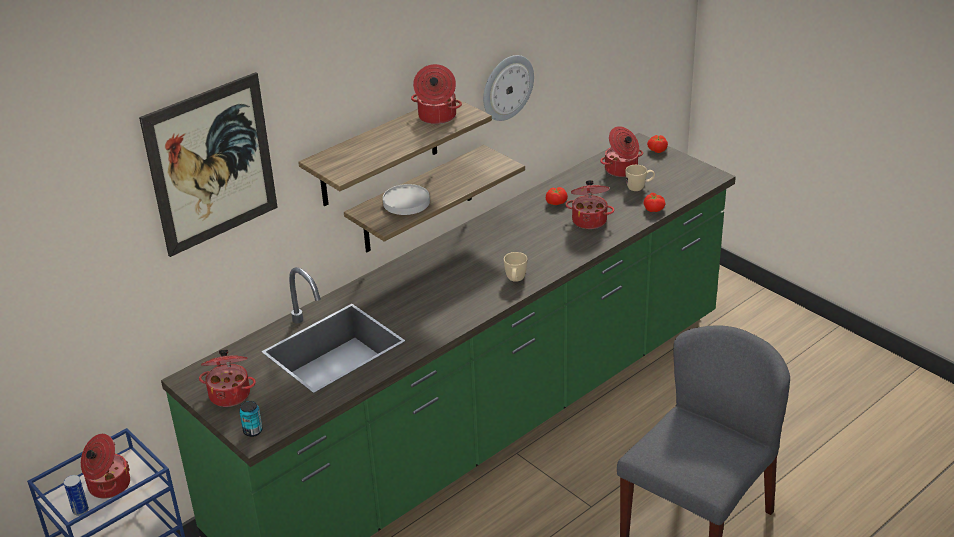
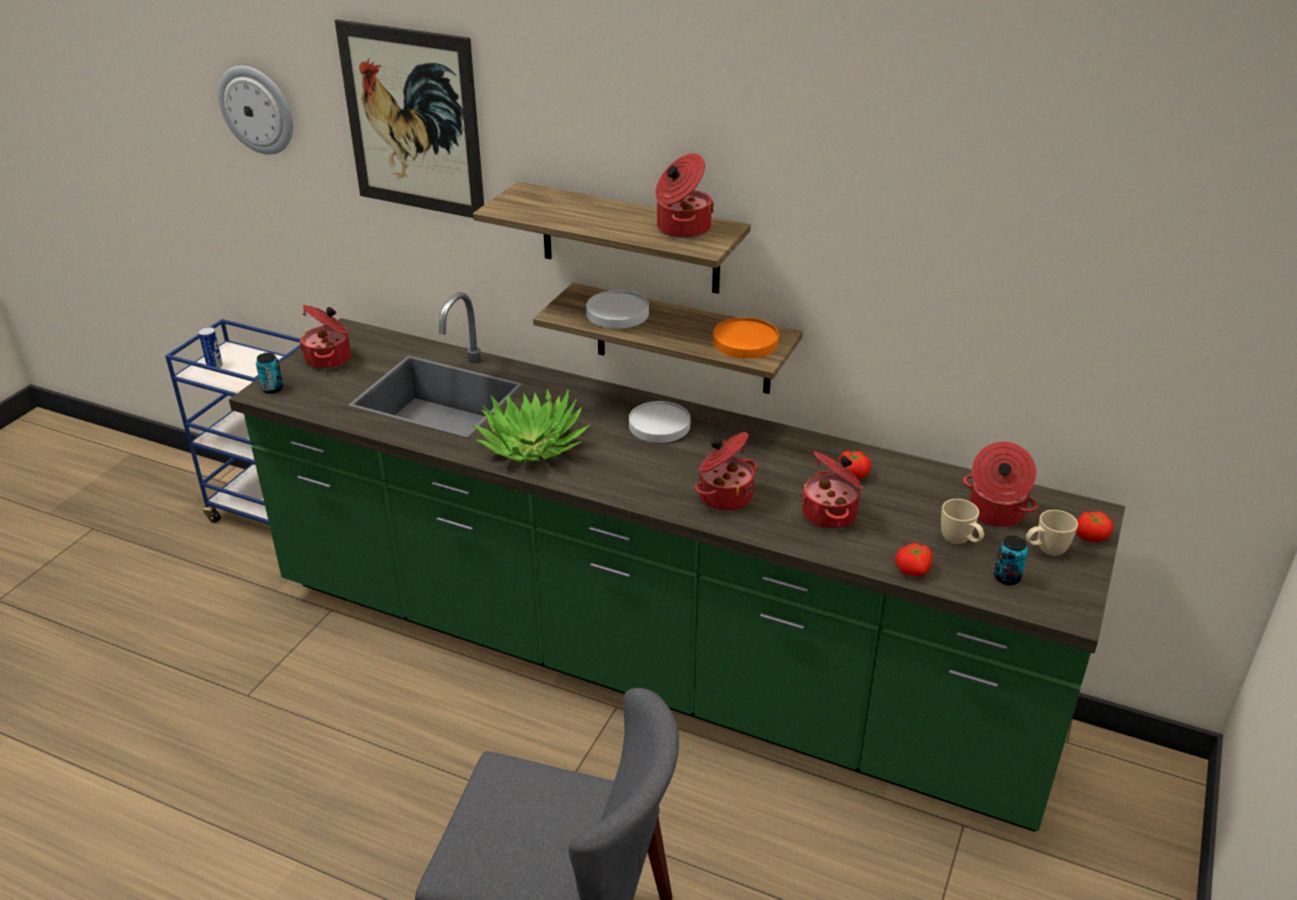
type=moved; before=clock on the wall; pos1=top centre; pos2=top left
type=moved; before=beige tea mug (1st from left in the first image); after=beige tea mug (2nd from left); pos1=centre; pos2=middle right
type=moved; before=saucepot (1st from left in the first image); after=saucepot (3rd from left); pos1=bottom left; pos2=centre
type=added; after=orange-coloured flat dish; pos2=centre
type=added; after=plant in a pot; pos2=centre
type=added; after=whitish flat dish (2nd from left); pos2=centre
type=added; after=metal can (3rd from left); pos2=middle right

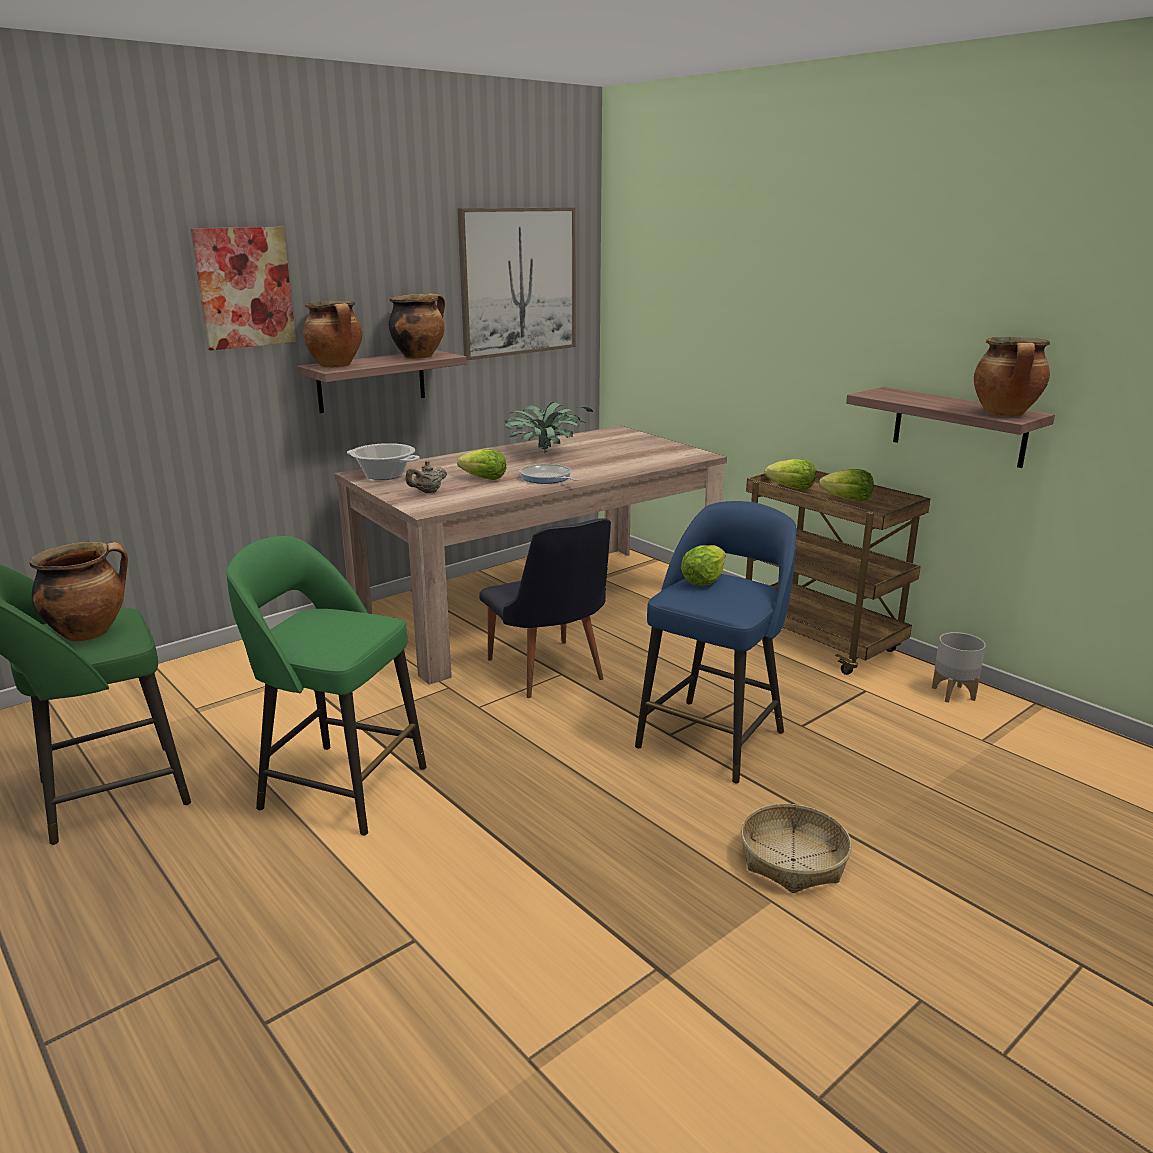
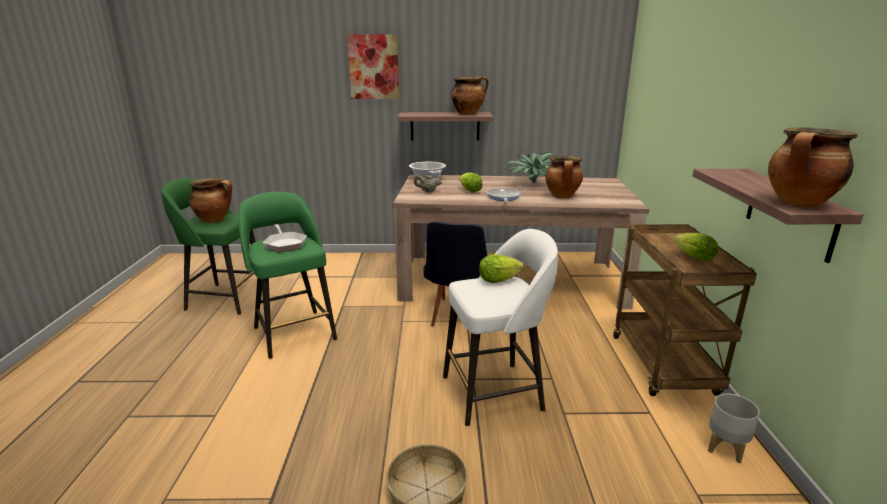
type=removed; before=picture (2nd from left); pos1=top centre
type=moved; before=saucepot (2nd from left in the first image); after=saucepot (4th from left); pos1=top left; pos2=centre
type=removed; before=lettuce head (3rd from left); pos1=middle right
type=recoloured; before=bluish stool seat; after=whitish stool seat; pos1=centre; pos2=centre
type=added; after=frying pan (1st from left); pos2=middle left

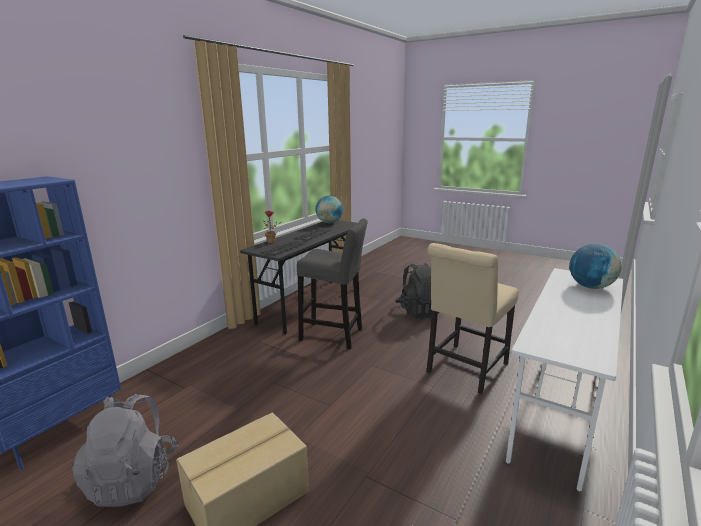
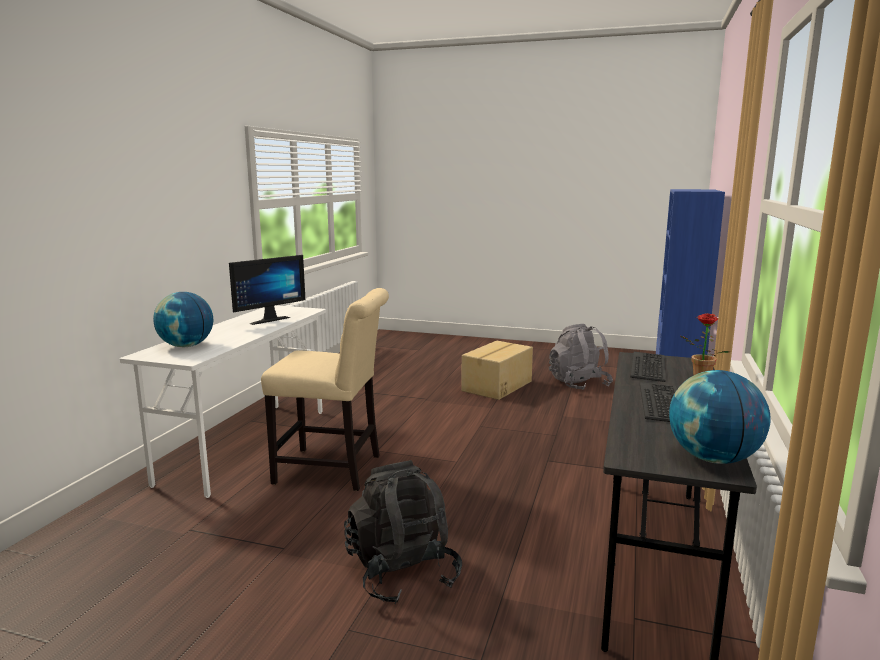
type=removed; before=greyish stool seat; pos1=centre
type=turned; before=beige plain chair; pos1=middle right; pos2=centre; turn=75
type=added; after=computer screen; pos2=middle left

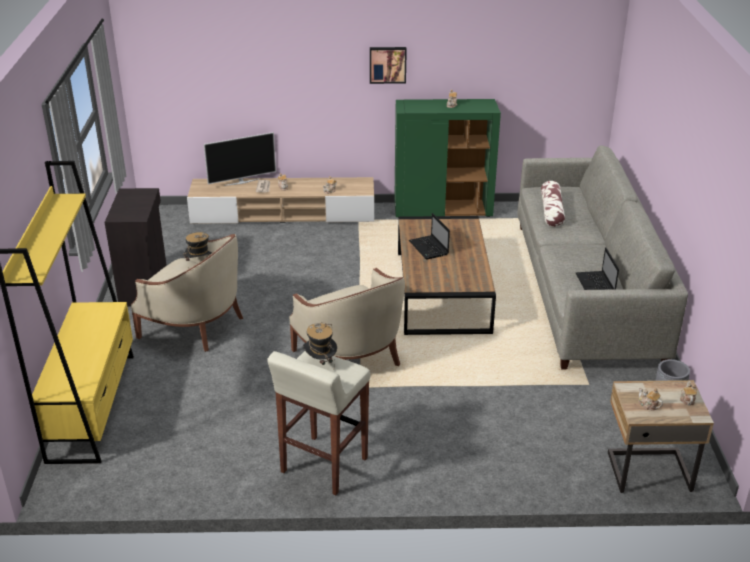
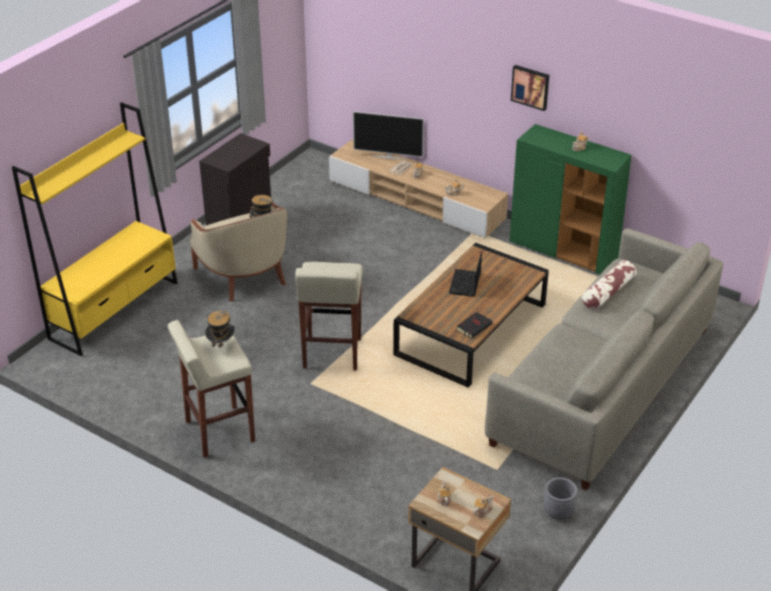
type=removed; before=notebook computer (2nd from left); pos1=middle right
type=replaced; before=beige armchair (2nd from left); after=beige stool seat (2nd from left); pos1=centre; pos2=centre
type=added; after=black book; pos2=centre

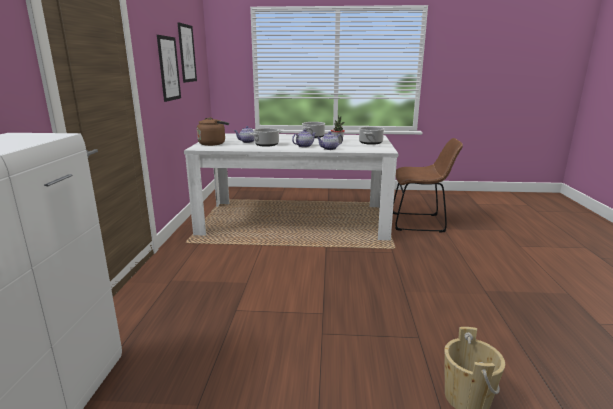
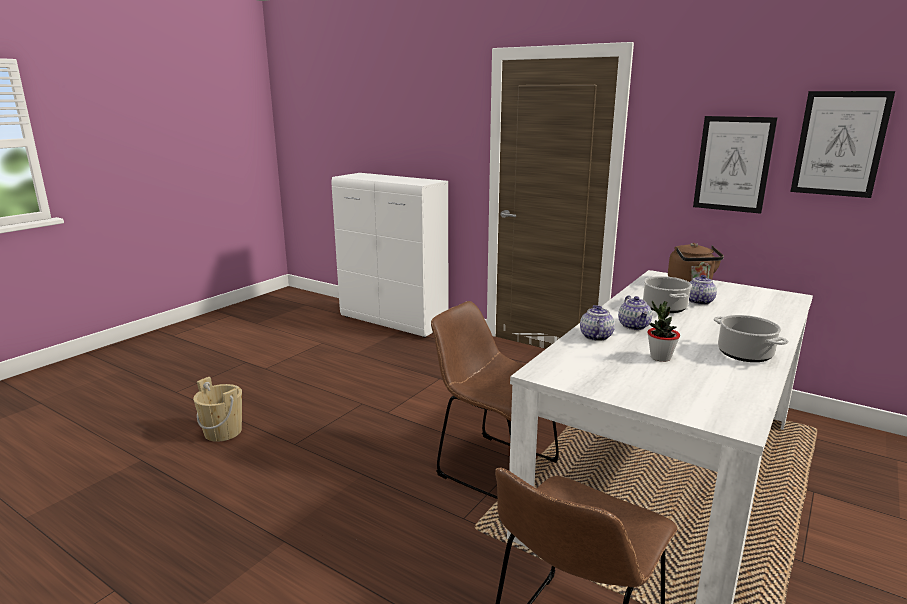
type=removed; before=saucepot (3rd from left); pos1=top centre
type=added; after=brown plain chair (1st from left); pos2=centre

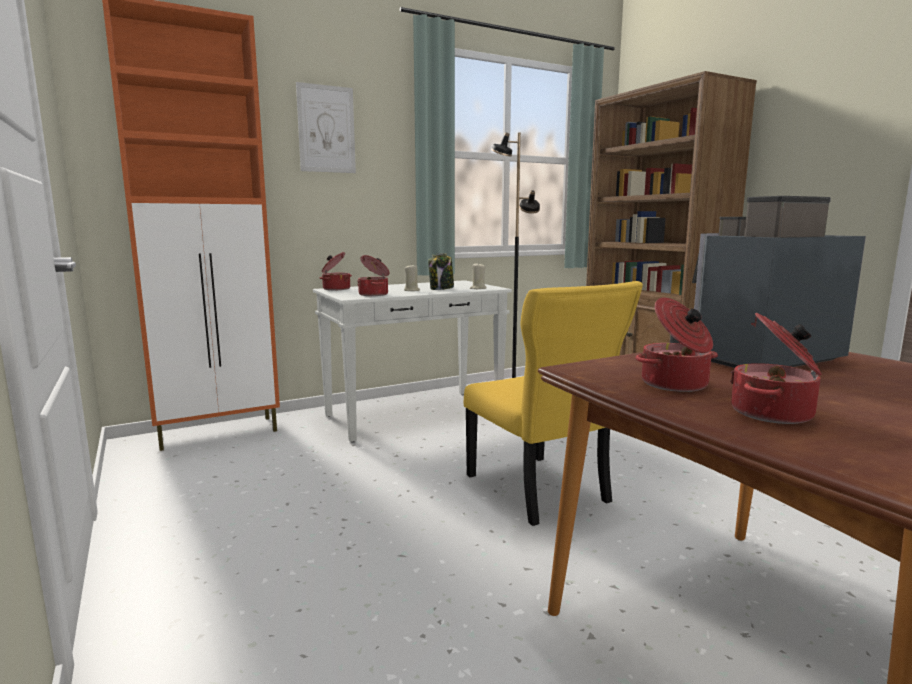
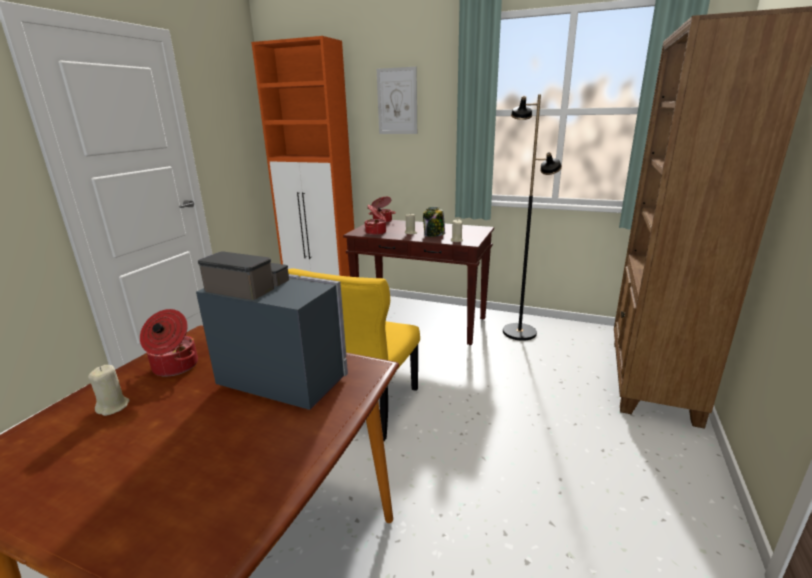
type=recoloured; before=whitish console table; after=brown console table; pos1=centre; pos2=centre
type=replaced; before=saucepot (4th from left); after=beige wax light (1st from left); pos1=middle right; pos2=bottom left

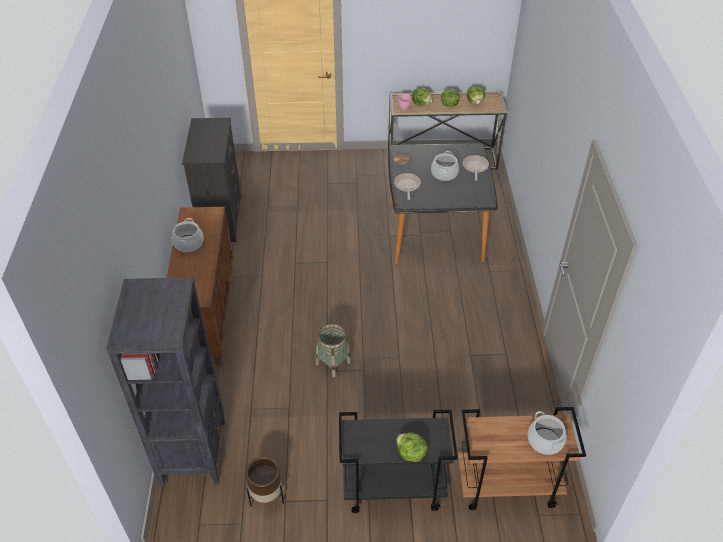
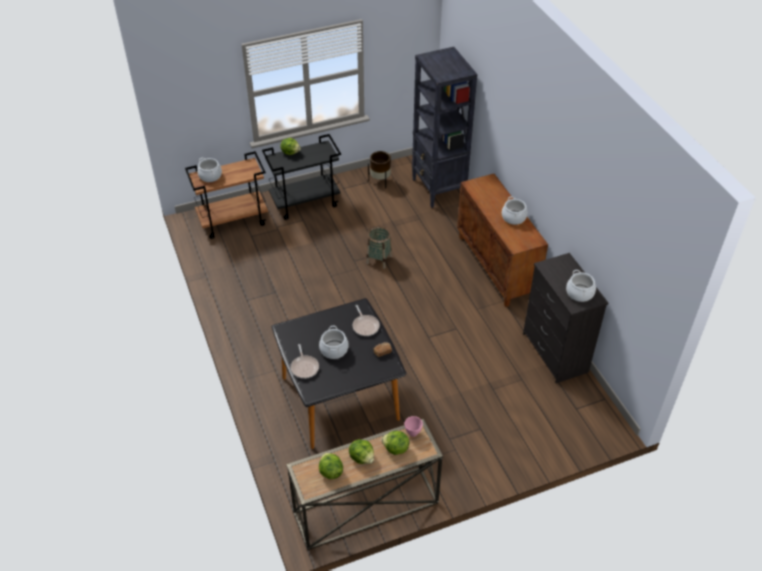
type=added; after=saucepot (4th from left); pos2=middle right

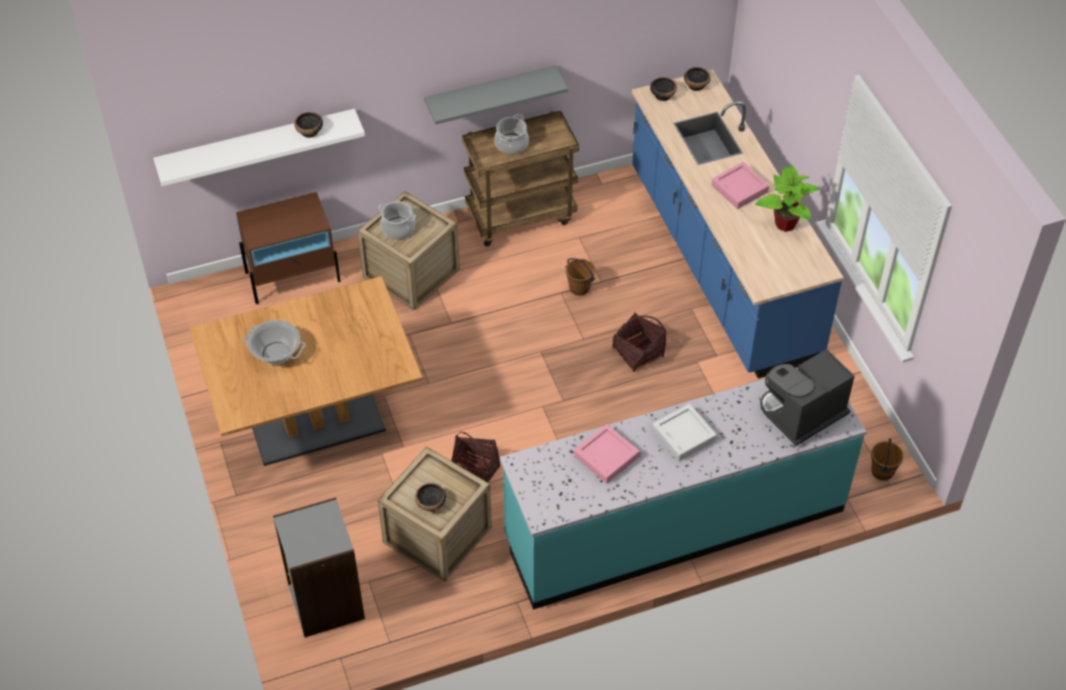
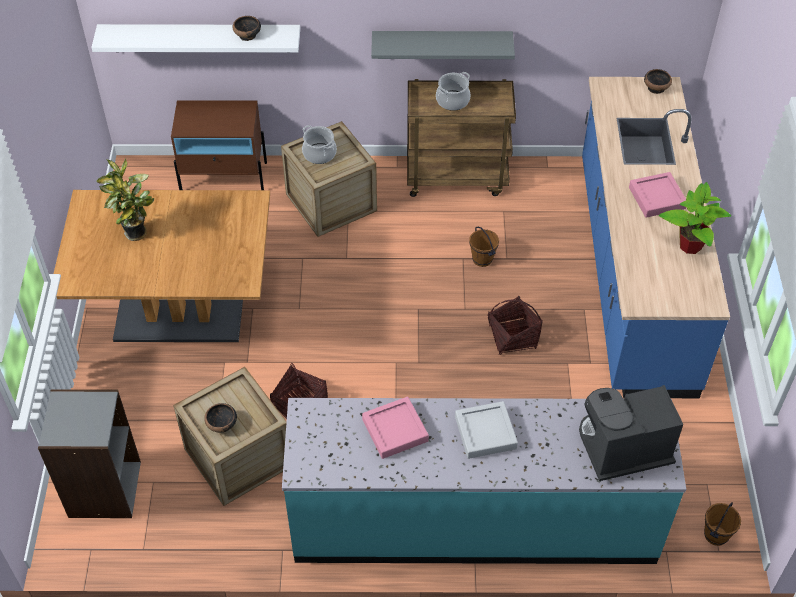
type=removed; before=bowl (3rd from left); pos1=top centre
type=replaced; before=saucepot (1st from left); after=plant in a pot (1st from left); pos1=middle left; pos2=middle left

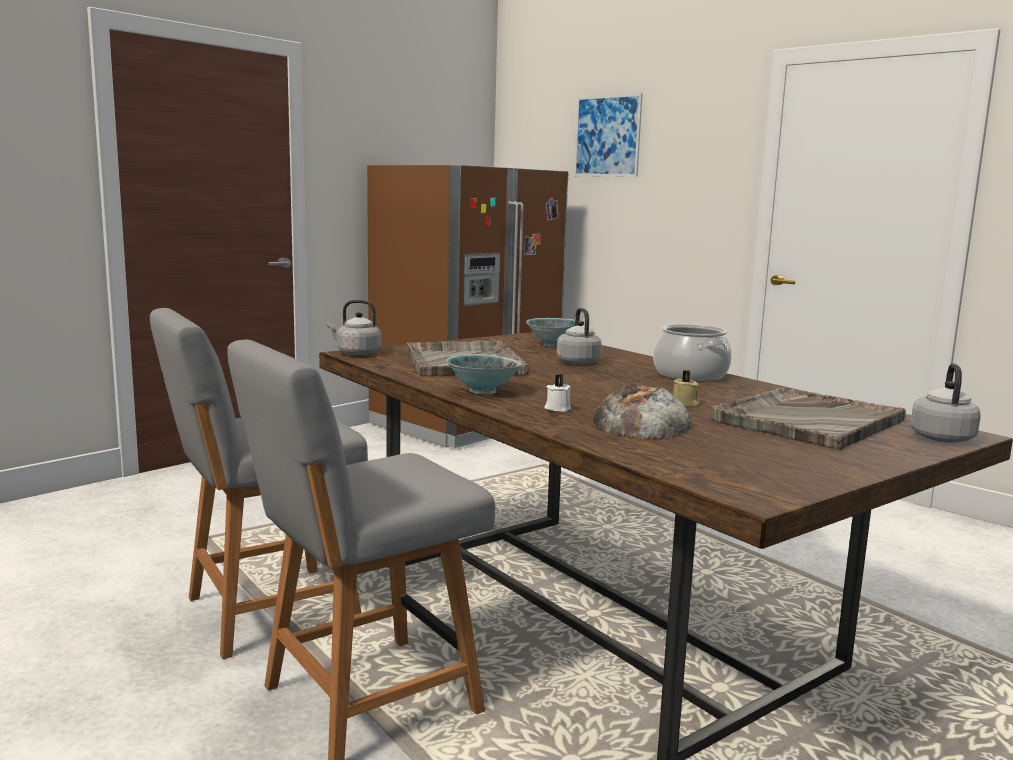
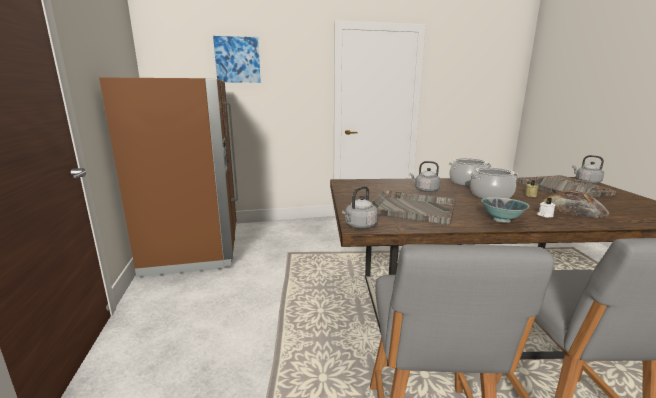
type=removed; before=bowl (2nd from left); pos1=centre
type=added; after=saucepot (2nd from left); pos2=middle right

